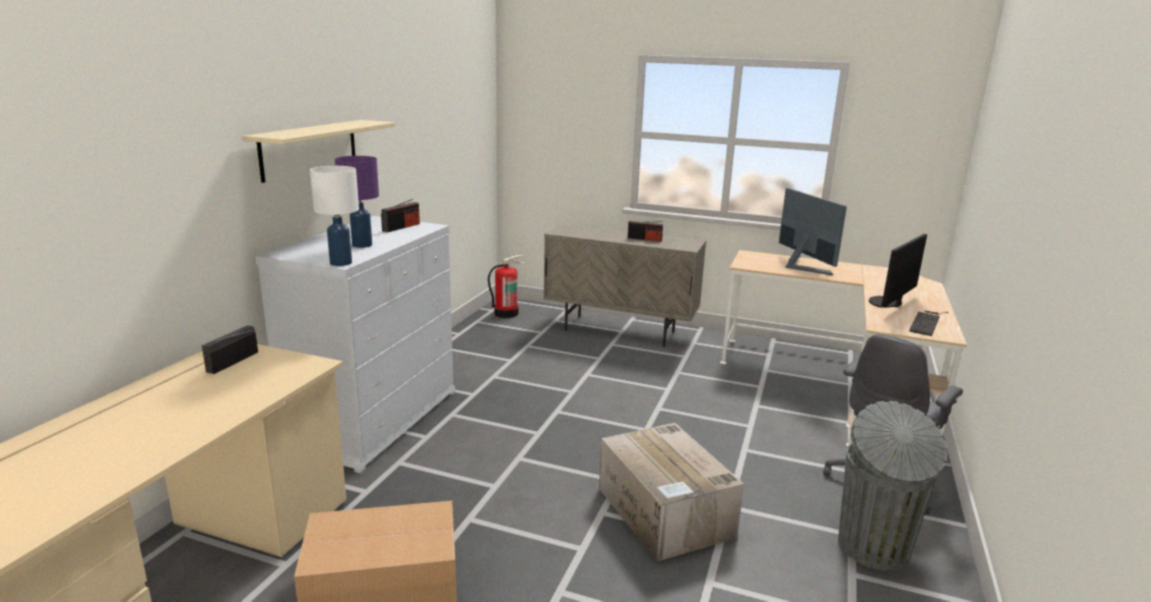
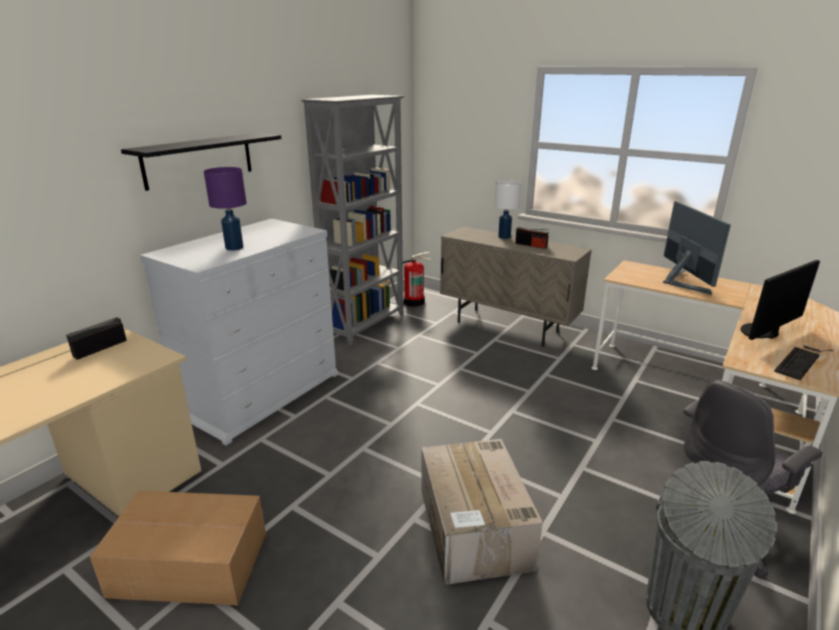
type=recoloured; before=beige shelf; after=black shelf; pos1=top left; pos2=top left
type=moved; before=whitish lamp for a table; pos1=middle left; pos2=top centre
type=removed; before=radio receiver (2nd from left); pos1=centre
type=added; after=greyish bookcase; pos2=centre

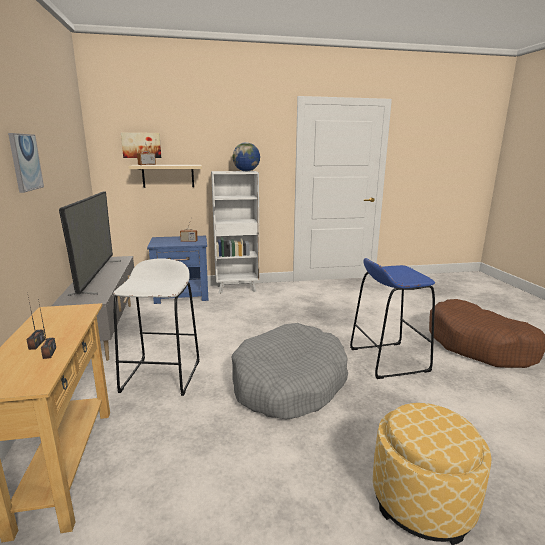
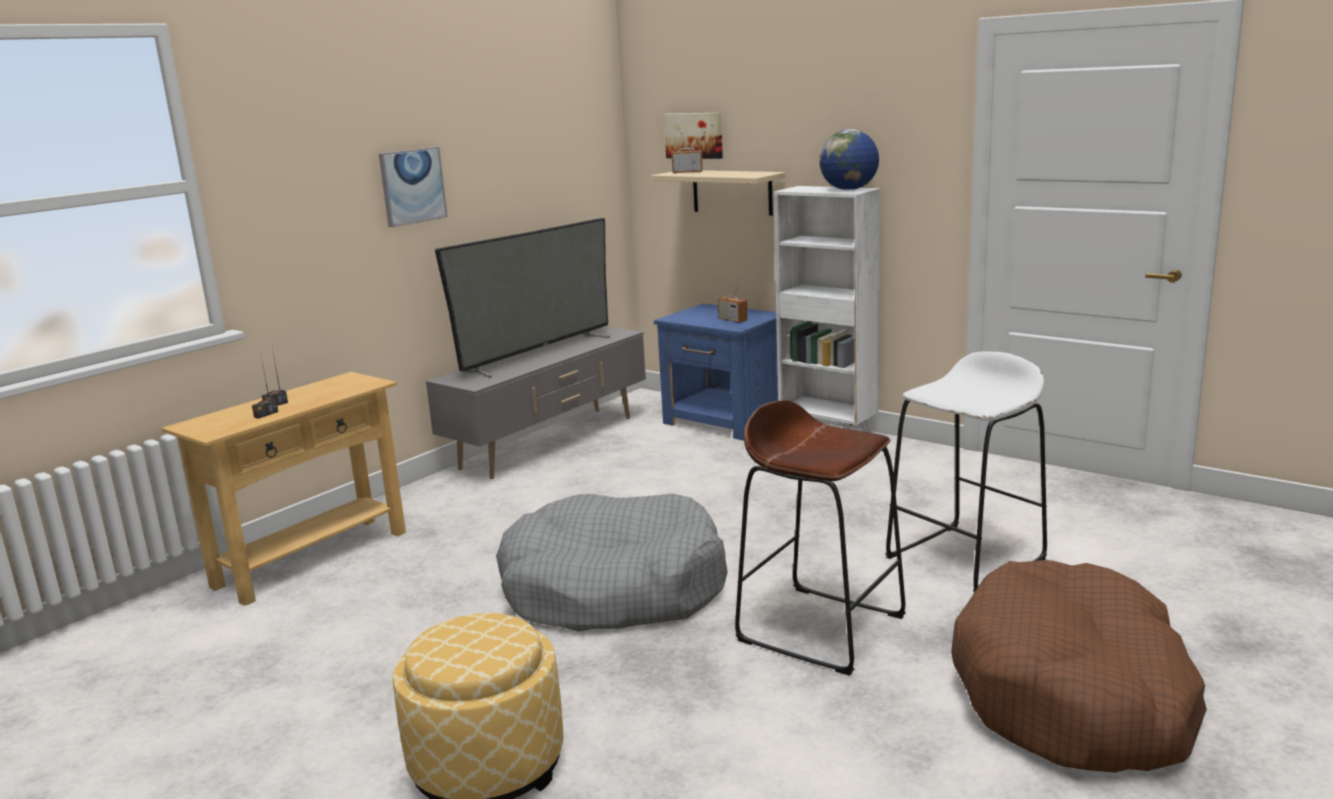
type=moved; before=whitish stool seat; pos1=middle left; pos2=middle right
type=recoloured; before=bluish stool seat; after=brown stool seat; pos1=middle right; pos2=bottom centre

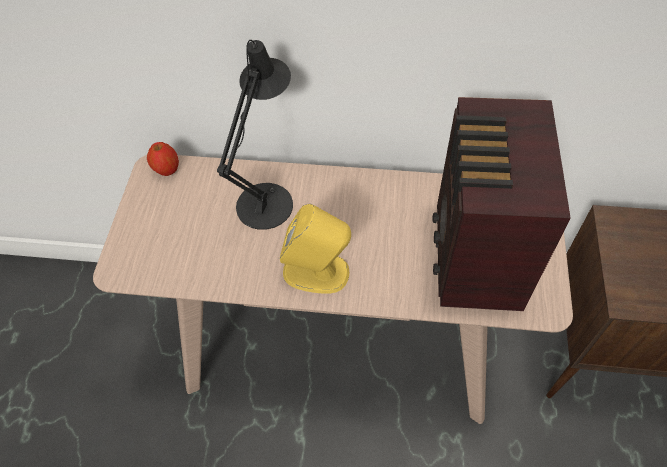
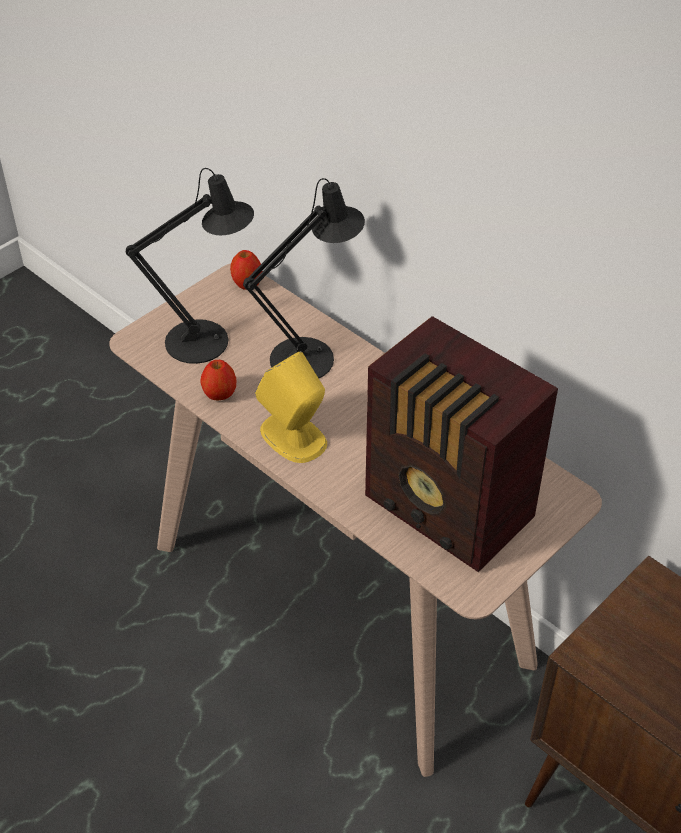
type=turned; before=radio receiver; pos1=middle right; pos2=middle right; turn=-90
type=added; after=black lamp for a table (1st from left); pos2=top left
type=added; after=apple (1st from left); pos2=middle left

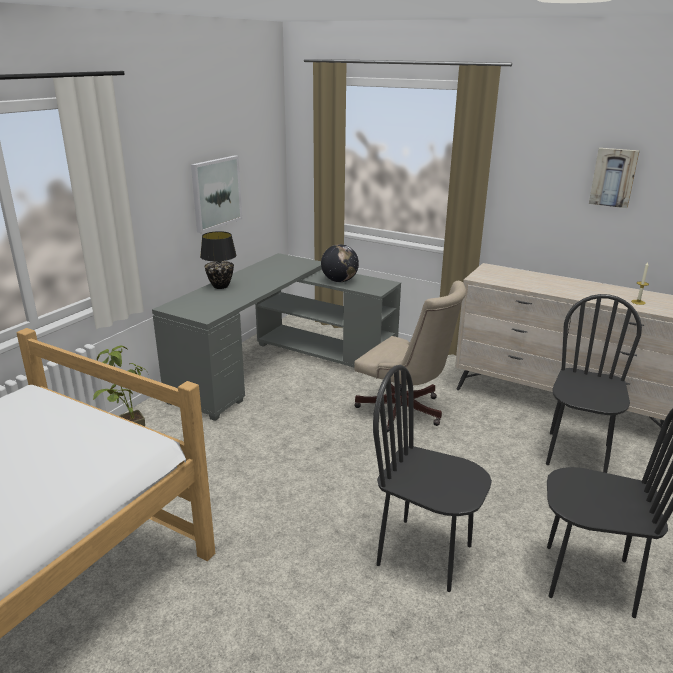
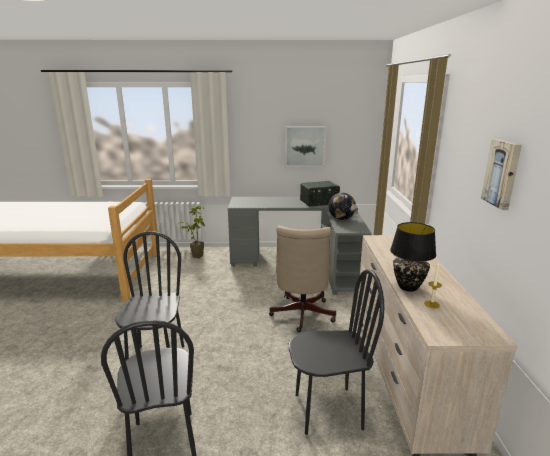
type=moved; before=black lamp for a table; pos1=middle left; pos2=middle right
type=added; after=radio receiver; pos2=centre

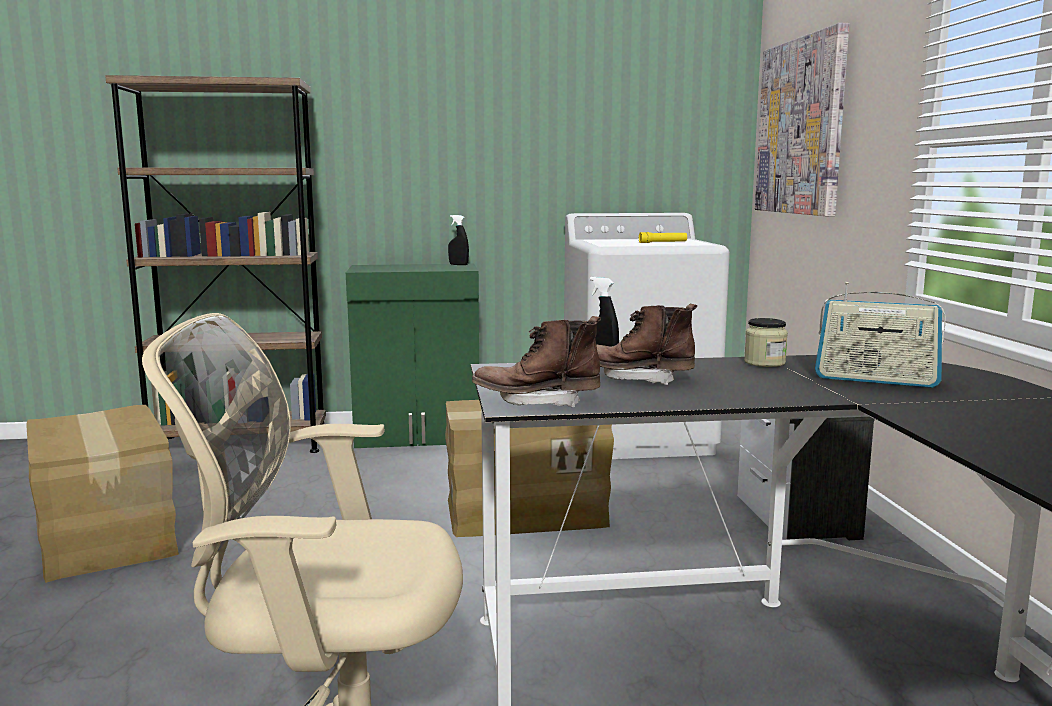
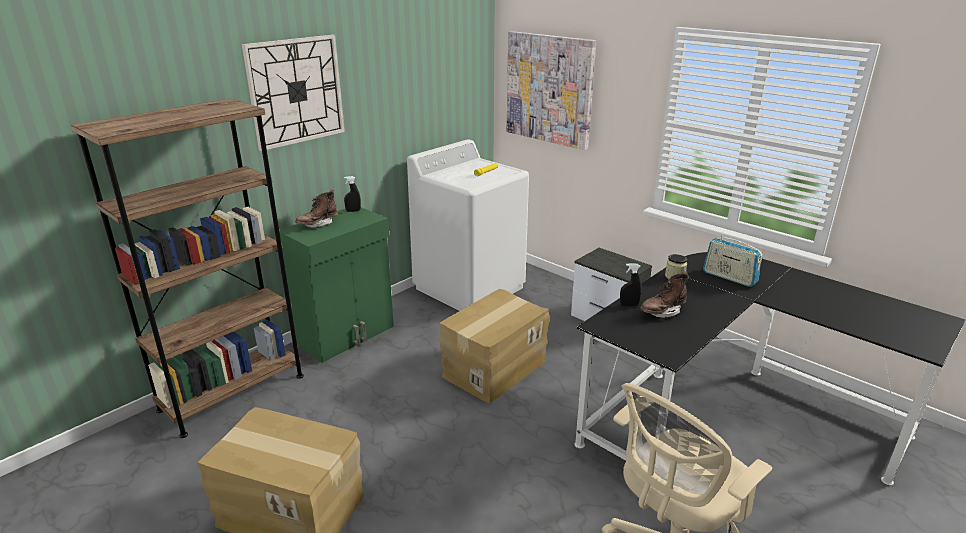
type=turned; before=radio receiver; pos1=middle right; pos2=middle right; turn=60
type=moved; before=brown high-top boot (1st from left); pos1=centre; pos2=middle left
type=added; after=clock on the wall; pos2=top left

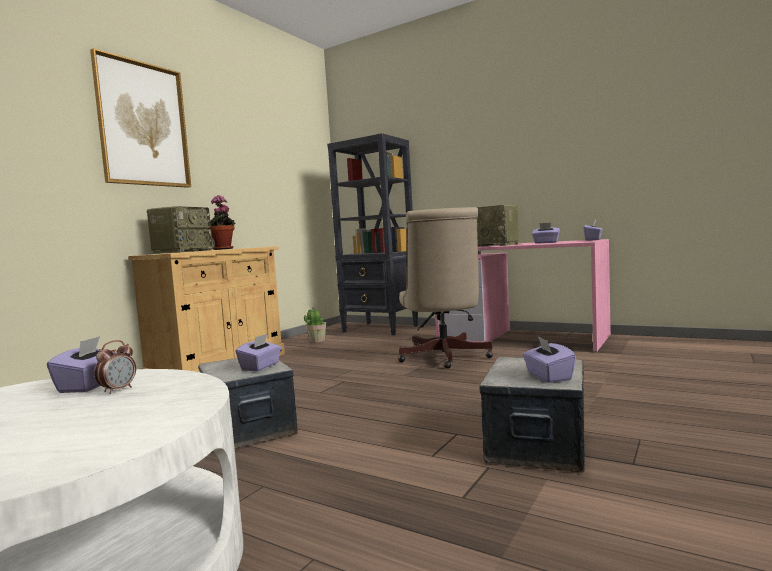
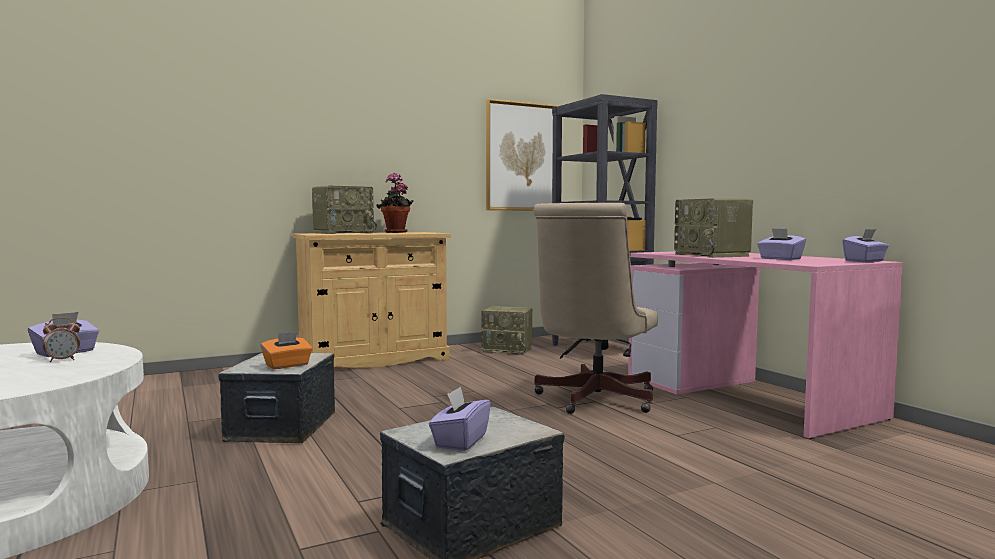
type=moved; before=picture; pos1=top left; pos2=top centre
type=replaced; before=plant in a pot (2nd from left); after=radio receiver (2nd from left); pos1=centre; pos2=centre
type=recoloured; before=purplish tissue holder (2nd from left); after=orange-coloured tissue holder; pos1=centre; pos2=middle left

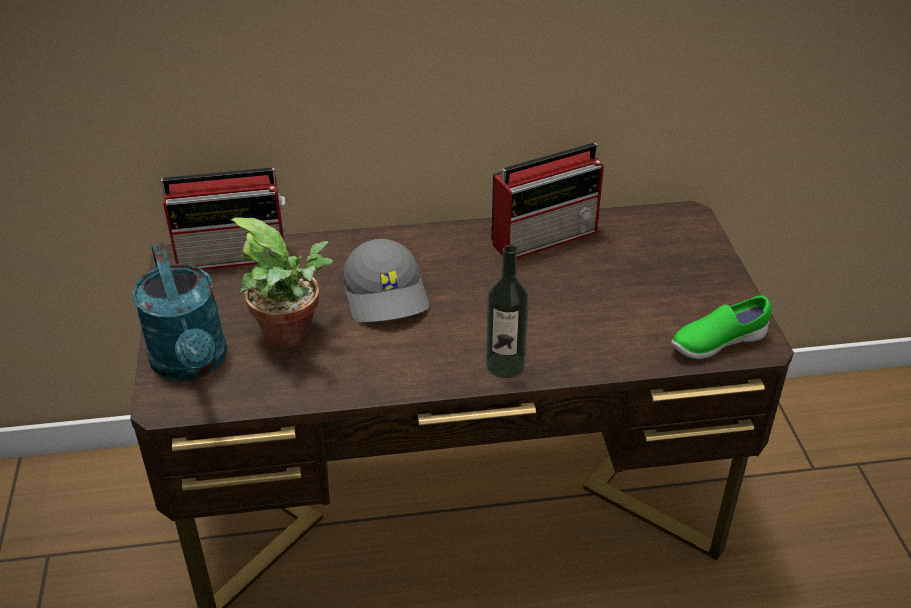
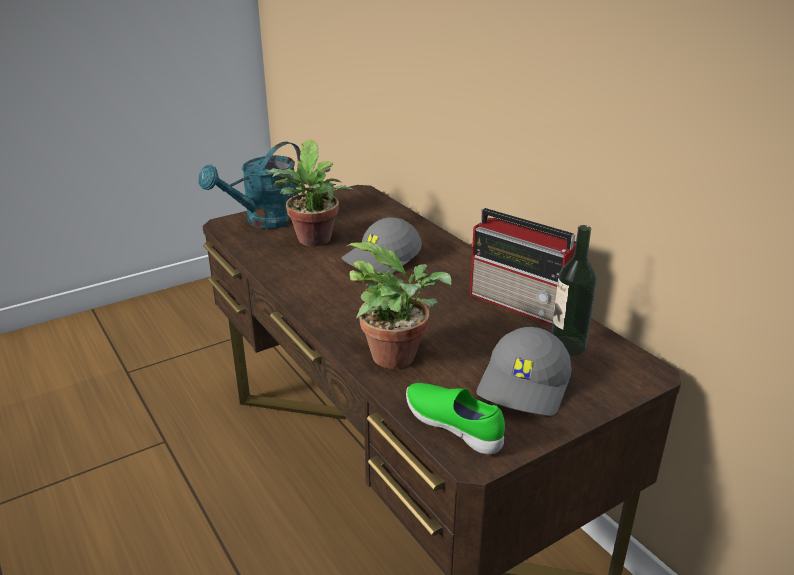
type=removed; before=radio receiver (1st from left); pos1=middle left
type=moved; before=bottle; pos1=centre; pos2=middle right
type=added; after=plant in a pot (2nd from left); pos2=centre
type=added; after=greyish cap (2nd from left); pos2=centre

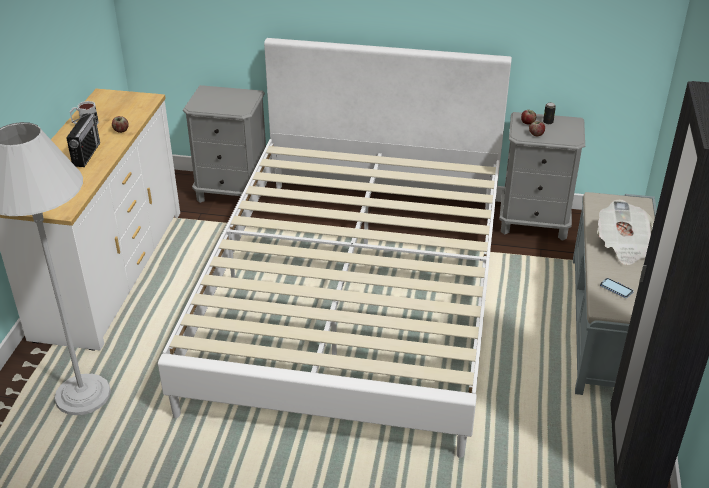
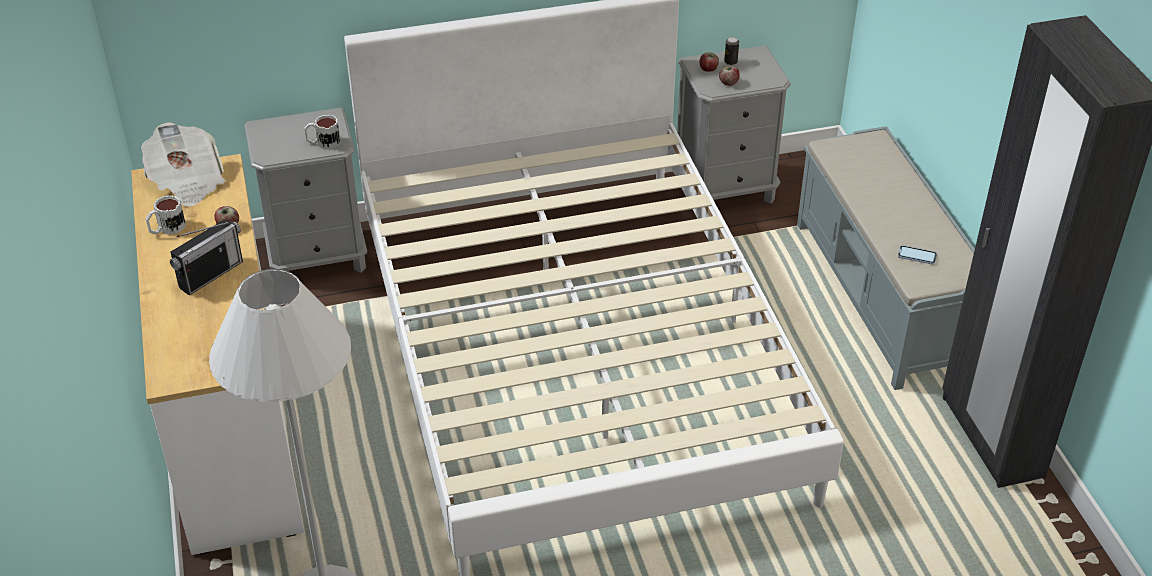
type=turned; before=radio receiver; pos1=top left; pos2=middle left; turn=60
type=moved; before=newspaper; pos1=middle right; pos2=top left
type=added; after=tea mug (2nd from left); pos2=top left

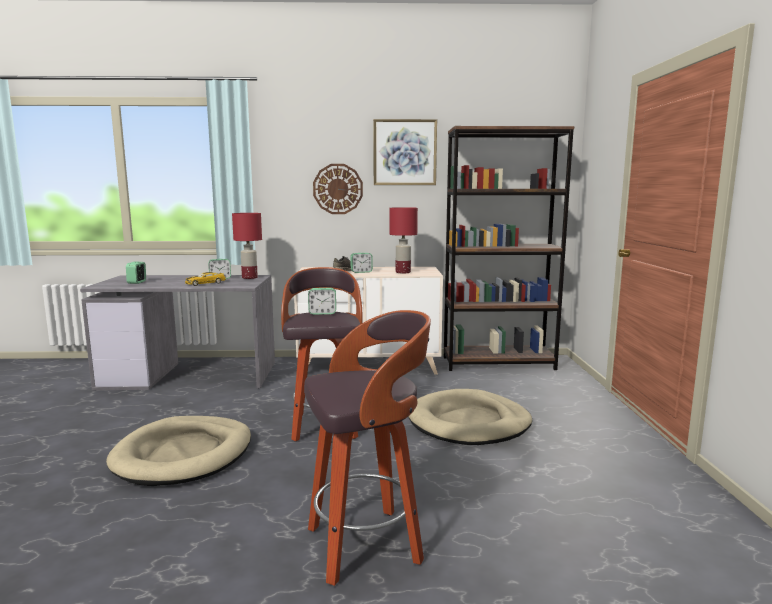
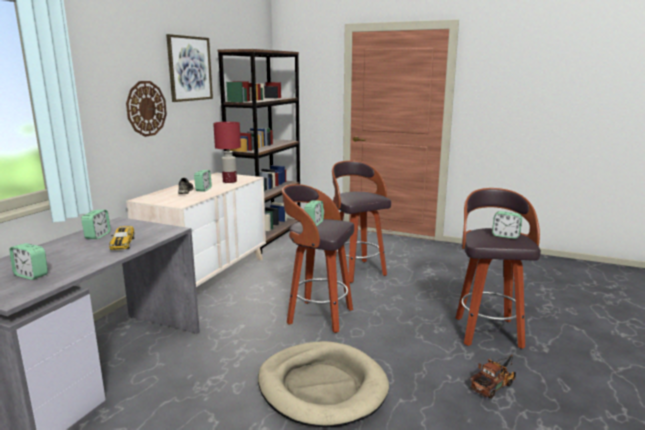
type=removed; before=reddish lamp for a table (1st from left); pos1=middle left
type=replaced; before=beige dog cushion (2nd from left); after=stool seat (2nd from left); pos1=bottom centre; pos2=centre
type=added; after=table clock (5th from left); pos2=middle right
type=added; after=toy lorry; pos2=bottom right

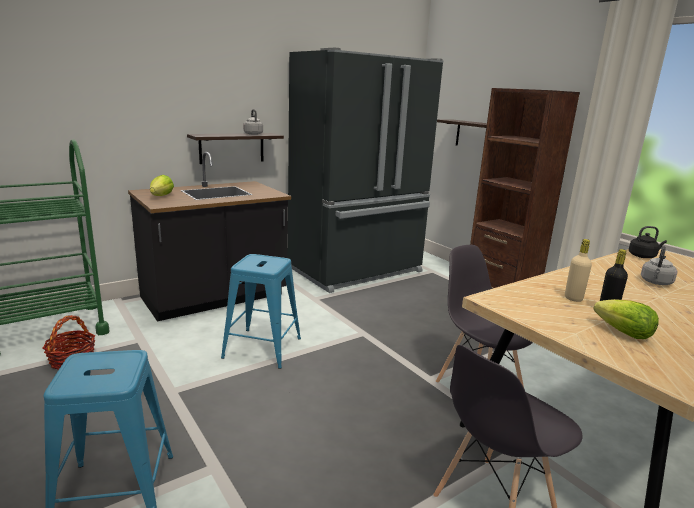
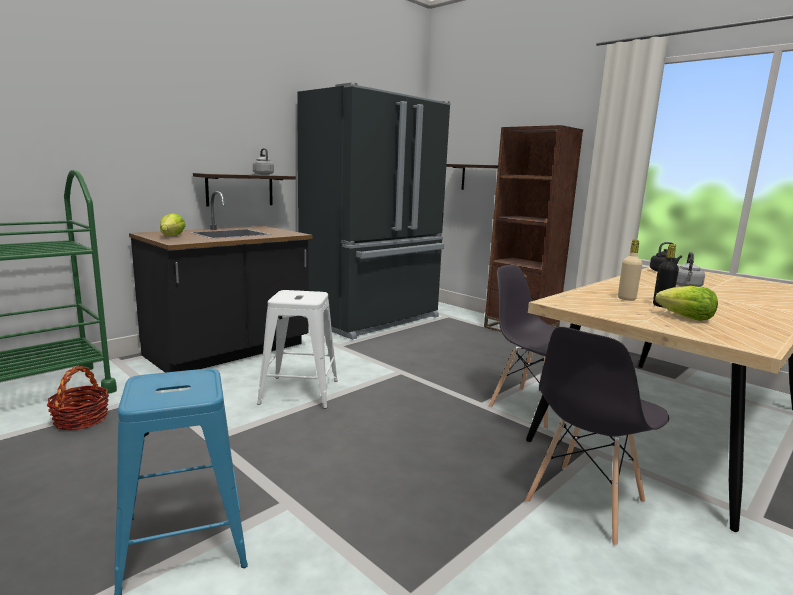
type=recoloured; before=bluish stool seat (2nd from left); after=whitish stool seat; pos1=centre; pos2=centre

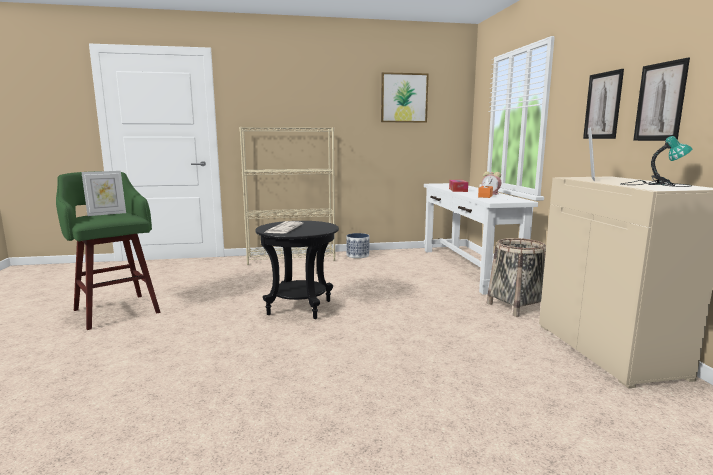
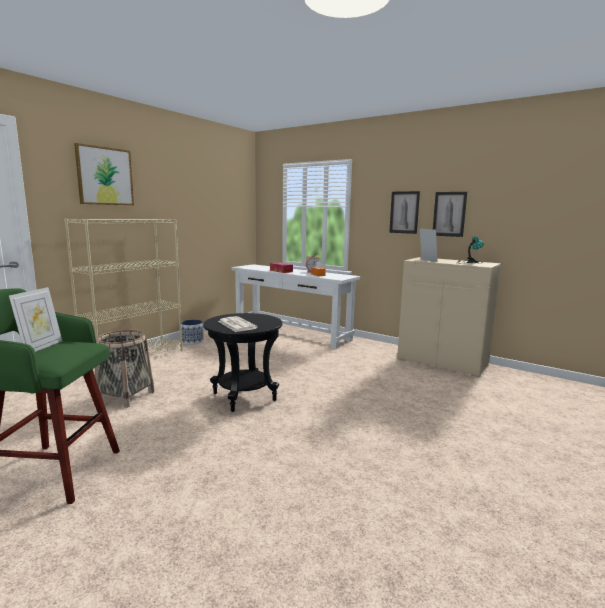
type=moved; before=picture (1st from left); pos1=top centre; pos2=top left
type=moved; before=storage basket; pos1=middle right; pos2=middle left

